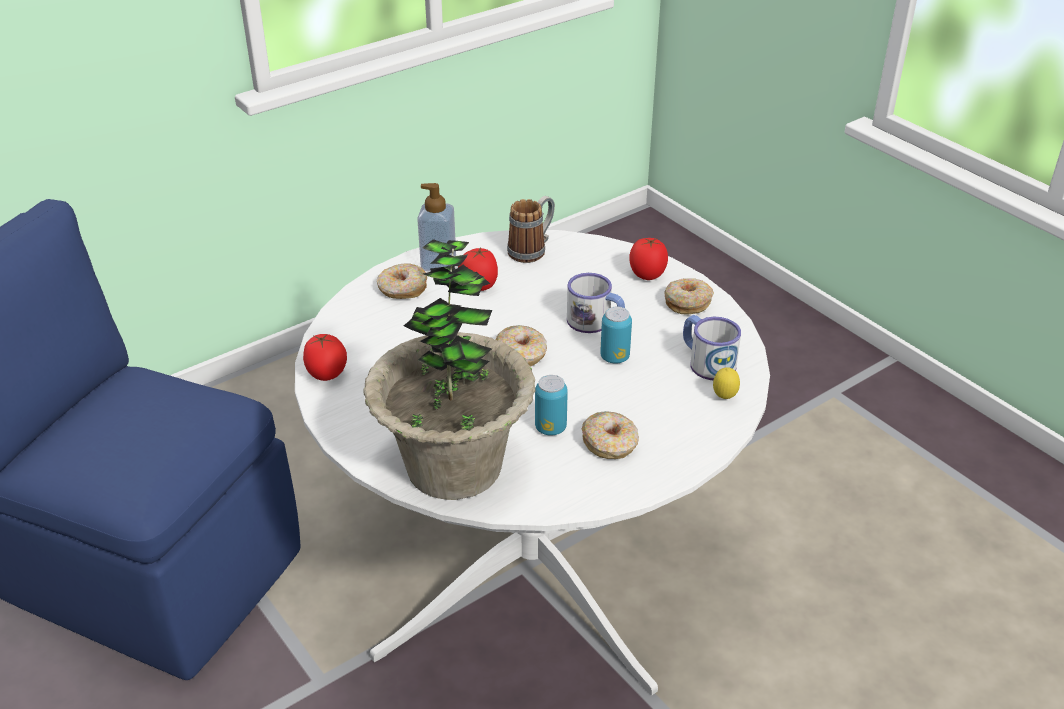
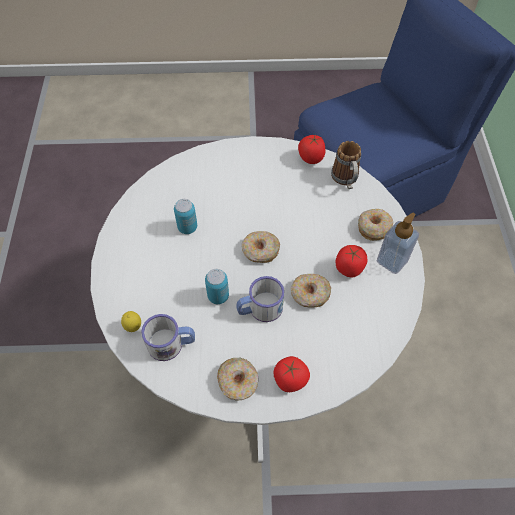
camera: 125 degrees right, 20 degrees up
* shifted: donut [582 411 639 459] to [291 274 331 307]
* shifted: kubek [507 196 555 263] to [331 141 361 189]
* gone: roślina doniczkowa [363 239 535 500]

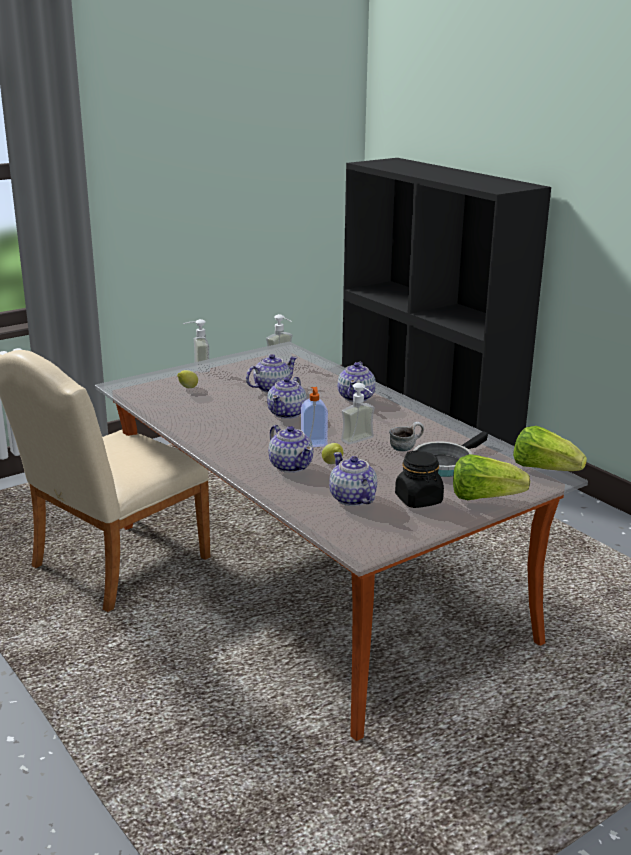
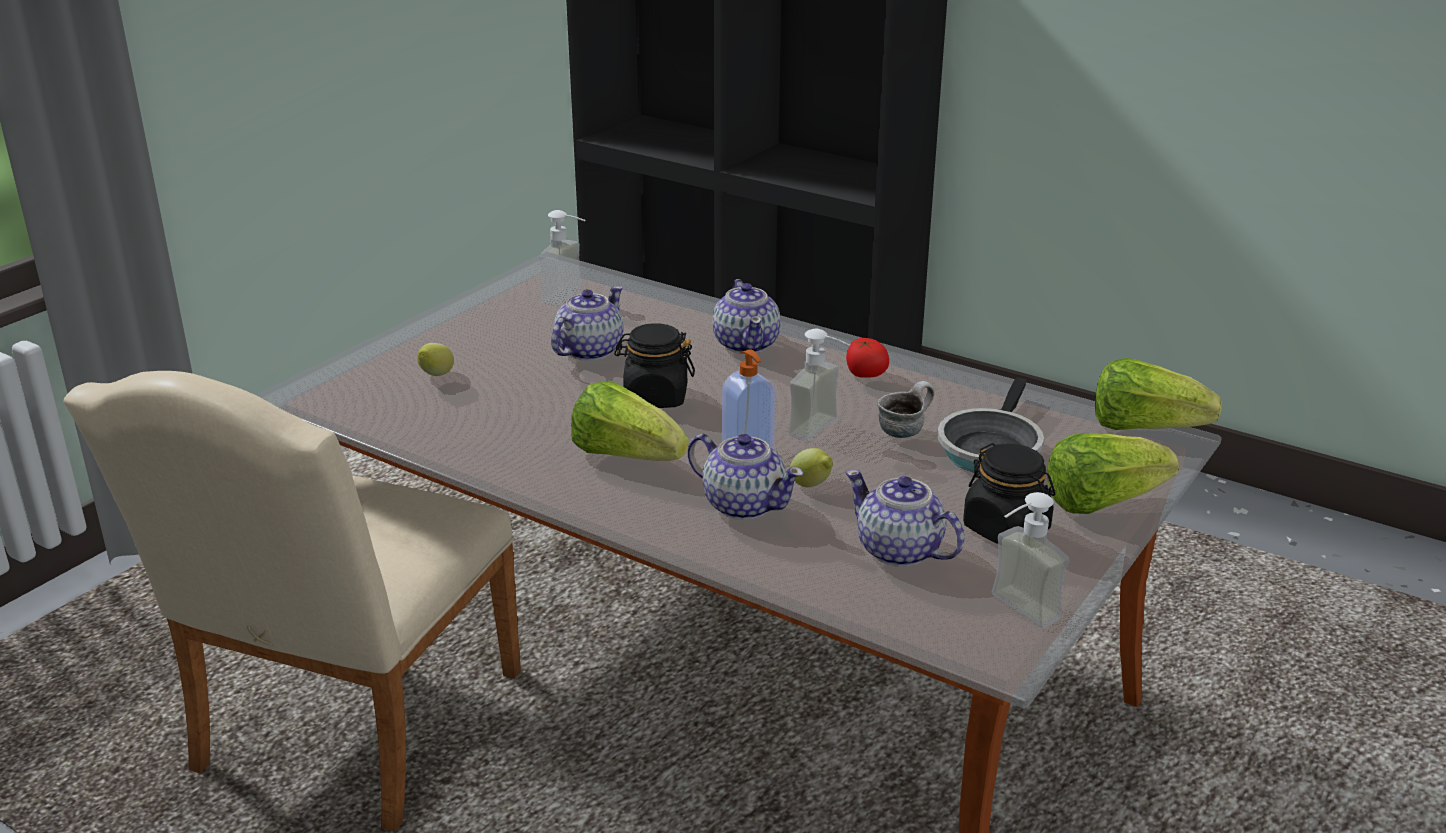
camera: 20 degrees left, 5 degrees up
* new: sałata [571 381 689 461]
* swapped: imbryk [267 377 307 419] to słoik [czarny] [614 323 695 408]
* new: pomidor [846 338 889 378]
* shifted: dozownik mydła [183 319 210 373] to [992 492 1070 628]

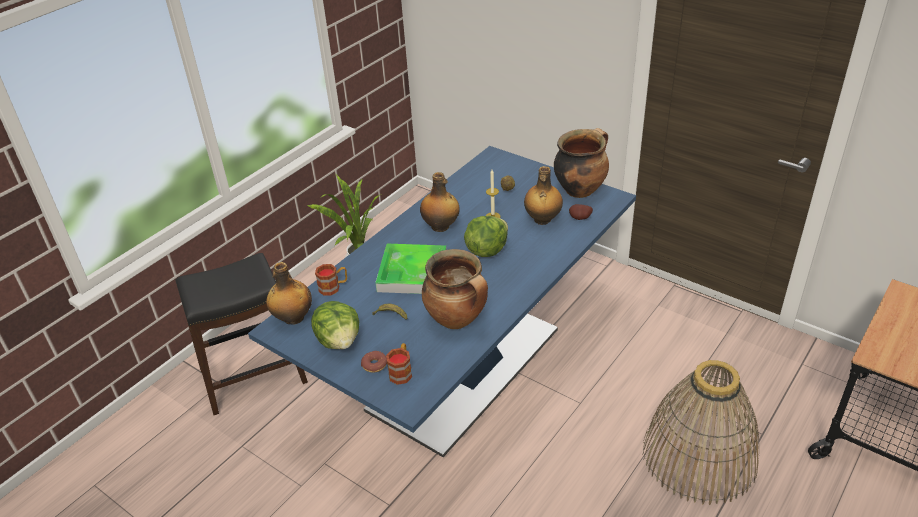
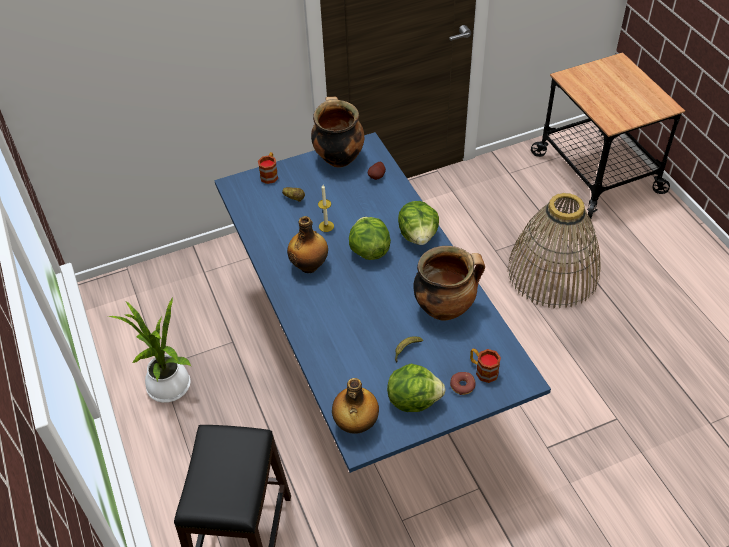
camera: 60 degrees left, 10 degrees up
* shifted: kubek [315 264 347 295] to [258 152 278 184]
* new: sałata [398 201 439 245]
* gone: taca [375 244 447 294]
* gone: butelka [524 166 563 225]

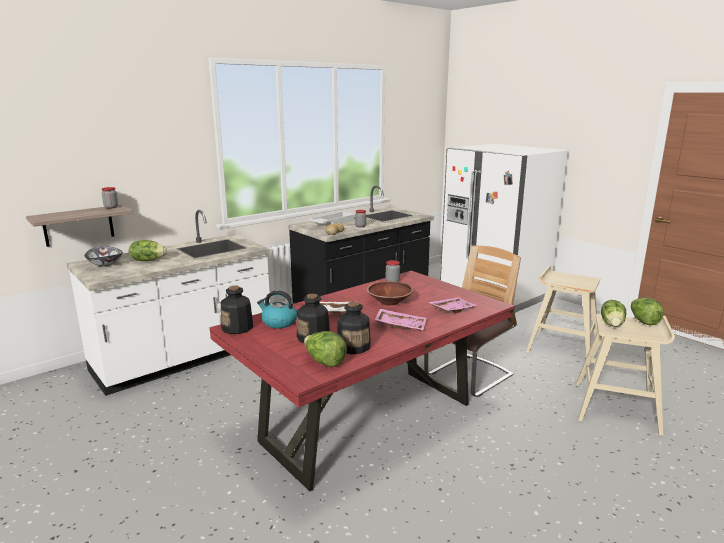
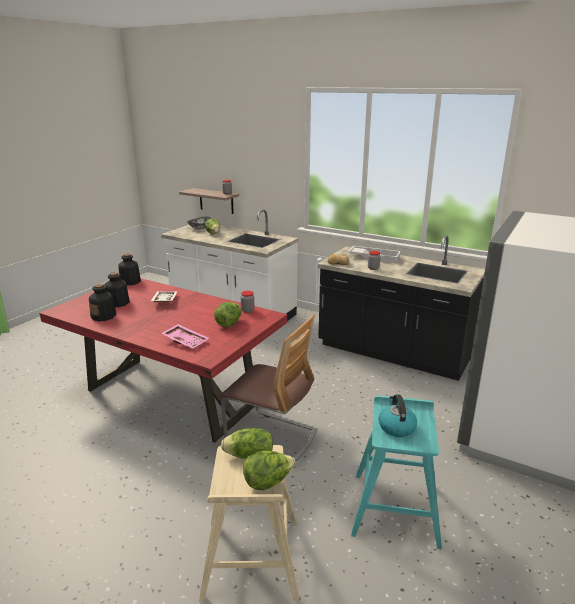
camera: 70 degrees right, 5 degrees up
* shifted: sałata [304 331 347 367] to [214 302 241 327]
* repainted: stołek [beżowy] [526 266 600 367] to stołek [turkusowy] [351 395 442 549]
* shifted: czajnik [257 290 297 328] to [379 394 417 437]
* gone: miska [brązowy] [367 281 413 306]
* gone: taca [różowy] [375 309 427 331]

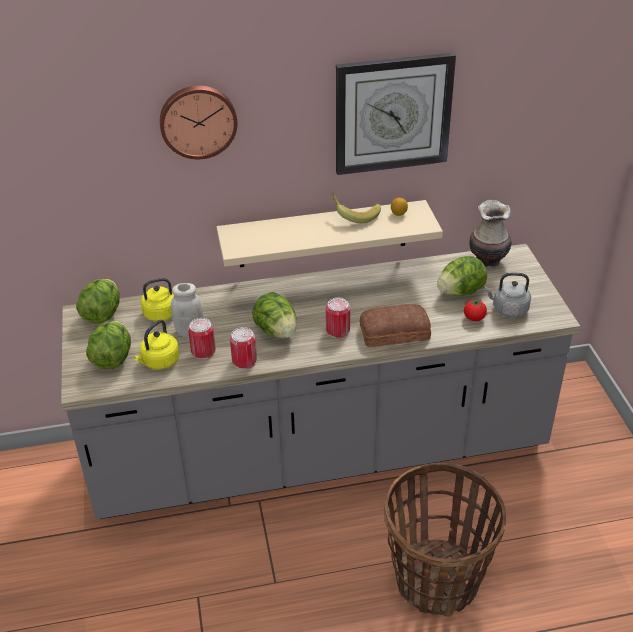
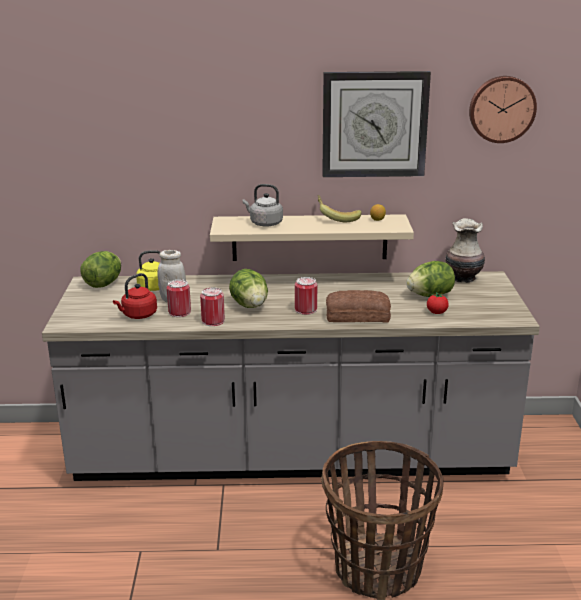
camera: 10 degrees right, 15 degrees down
* repainted: czajnik [żółty] [134 320 179 369] to czajnik [czerwony] [113 273 157 319]
* shifted: czajnik [szary] [484 273 531 317] to [243 184 283 227]
* shifted: zegar ścienny [160 85 237 159] to [469 76 537 143]
* gone: sałata [86 321 131 369]

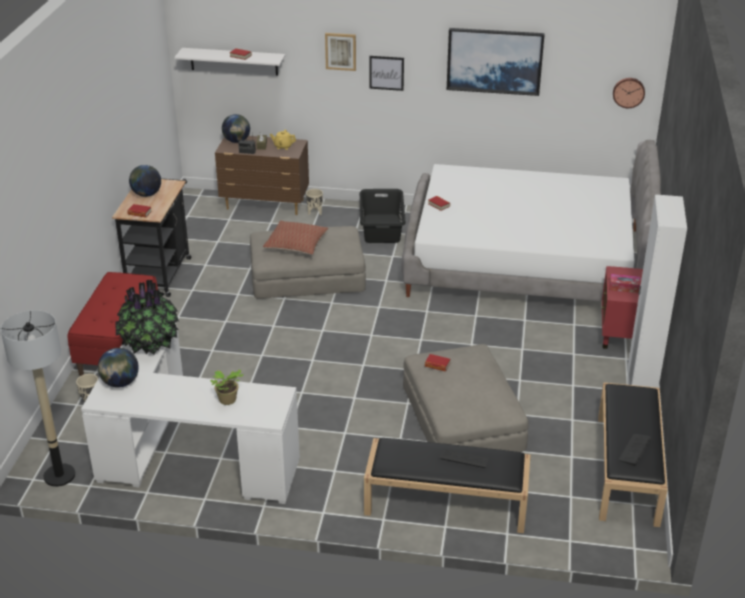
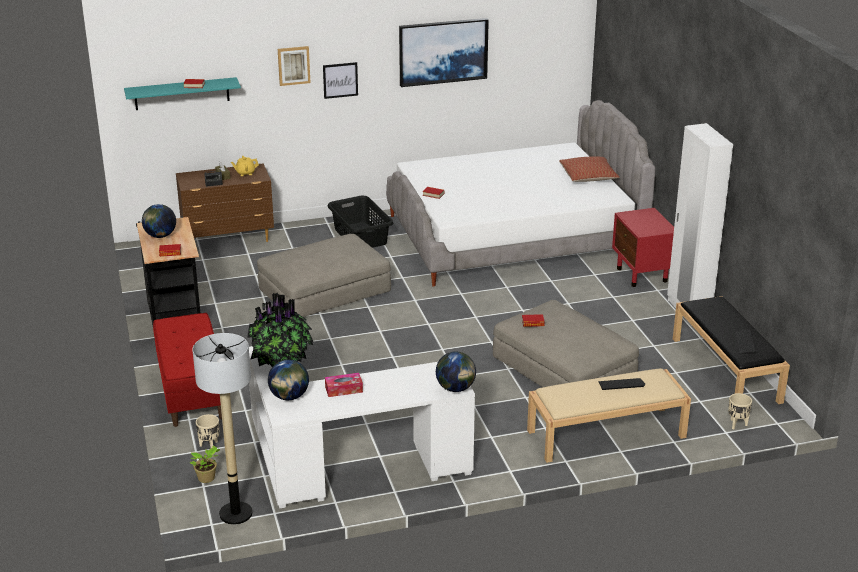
camera: 25 degrees left, 5 degrees down
* repainted: półka [biały] [174 48 285 75] to półka [turkusowy] [124 77 241 110]
* shifted: roślina doniczkowa [210 370 243 405] to [189 445 220 483]
* shifted: pudełko chusteczek [609 274 641 293] to [325 373 363 397]
* shifted: globus [222 114 250 143] to [436 352 476 392]
* repainted: ławka [czarny] [364 438 531 533] to ławka [beżowy] [527 368 691 463]
* shifted: poduszka [263 221 328 255] to [559 156 620 182]
* shifted: donica [beżowy] [306 189 323 215] to [728 393 752 429]
* gone: zegar ścienny [613 78 645 108]

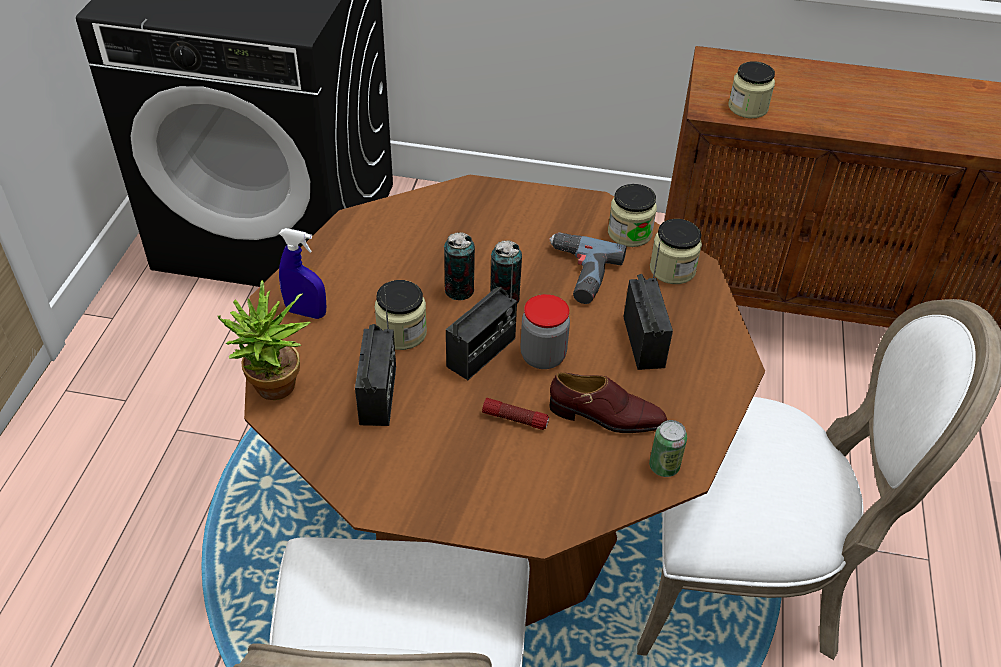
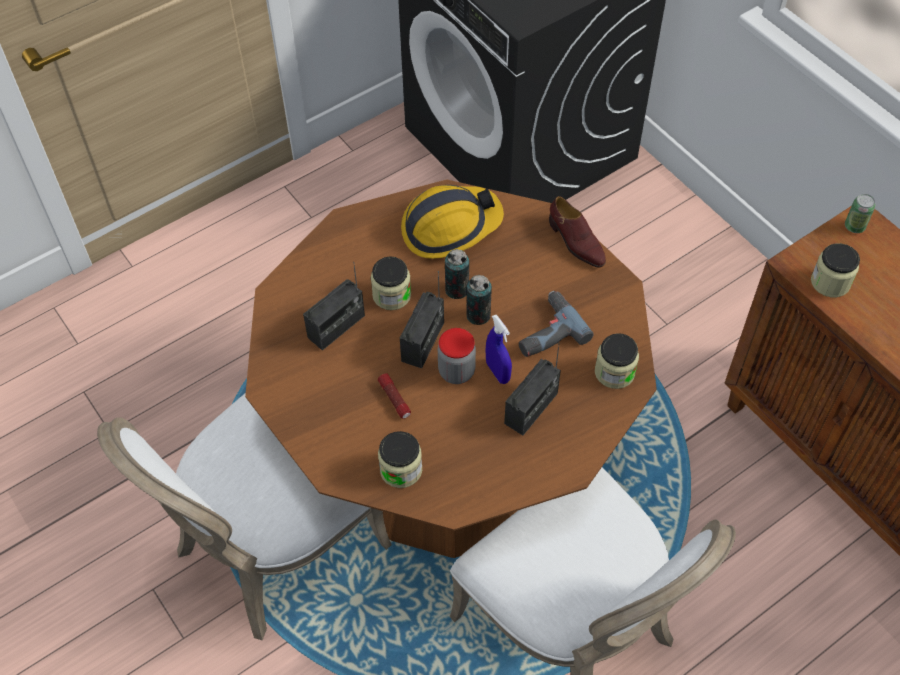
camera: 45 degrees right, 10 degrees up
* shifted: słoik [608 184 657 247] to [378 431 422 488]
* rotated: radio [446 255 517 380] = [400 271 444 368] 60 degrees counterclockwise
* new: kask [401 185 504 259]
* shifted: spryskiwacz [niebieski] [279 228 326 319] to [486 315 512 384]
* shifted: but [brązowy] [550 372 667 433] to [549 196 606 268]
* shifted: puszka [649 420 687 477] to [845 194 875 233]
* gone: roślina doniczkowa [218 280 311 400]

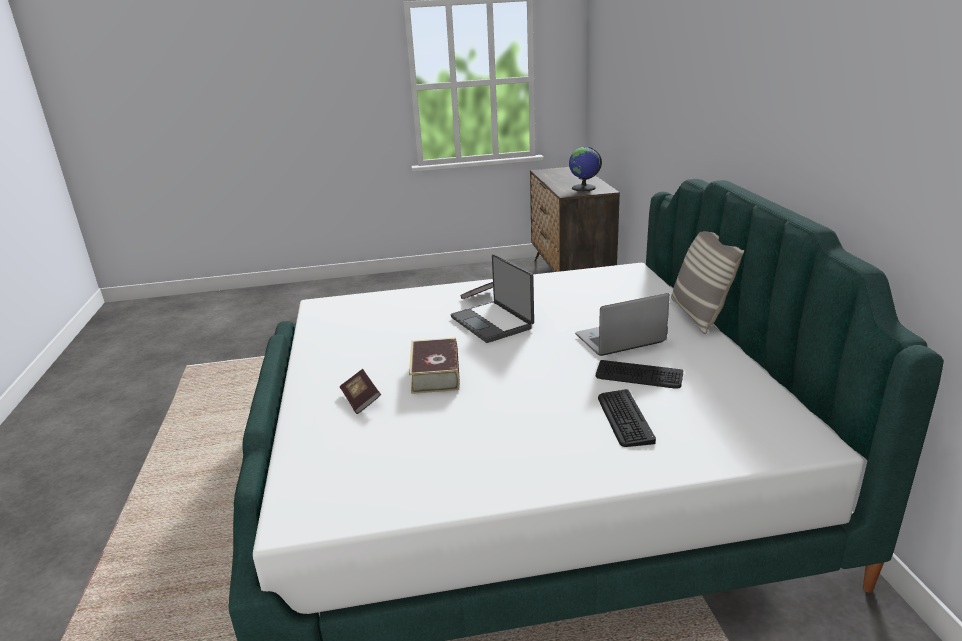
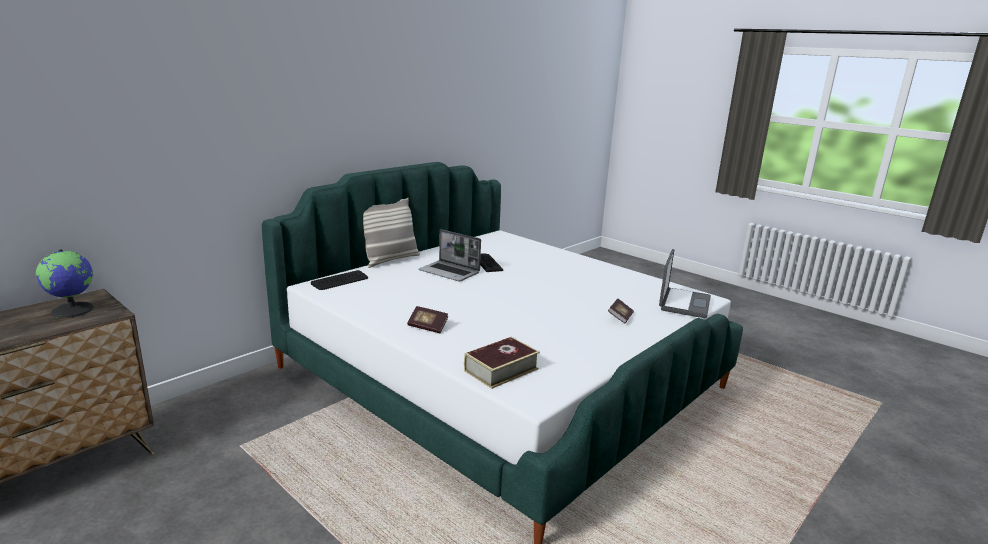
camera: 130 degrees left, 5 degrees down
* shifted: klawiatura [598 389 656 447] to [311 270 368 290]
* shifted: książka [409 338 460 394] to [464 337 540 389]
* shifted: laptop [450 254 534 343] to [659 249 711 318]

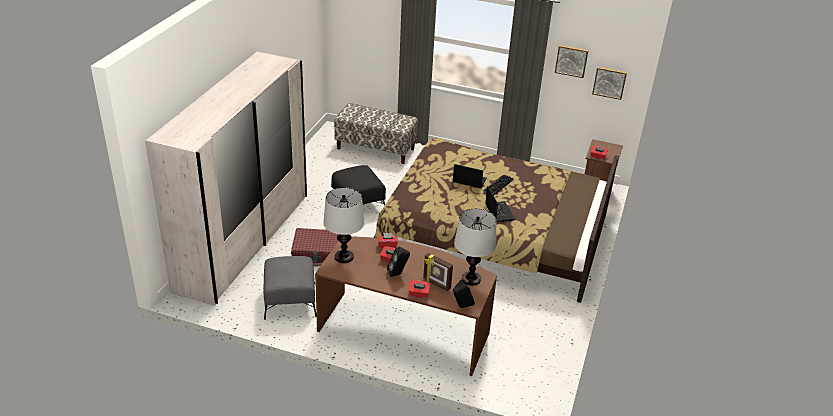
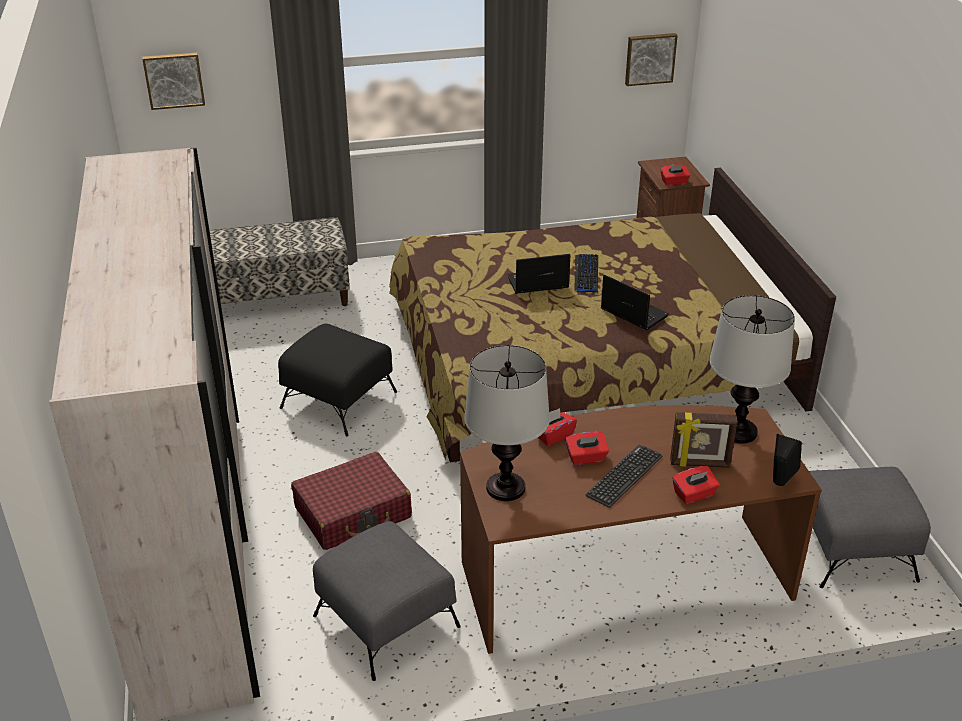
camera: 30 degrees left, 0 degrees up
* shifted: obraz [555 45 589 78] to [142 53 205 110]
* swapped: głośnik [czarny] [387 247 410 277] to klawiatura [585 444 663 508]
* new: pufa [szary] [809 467 931 588]

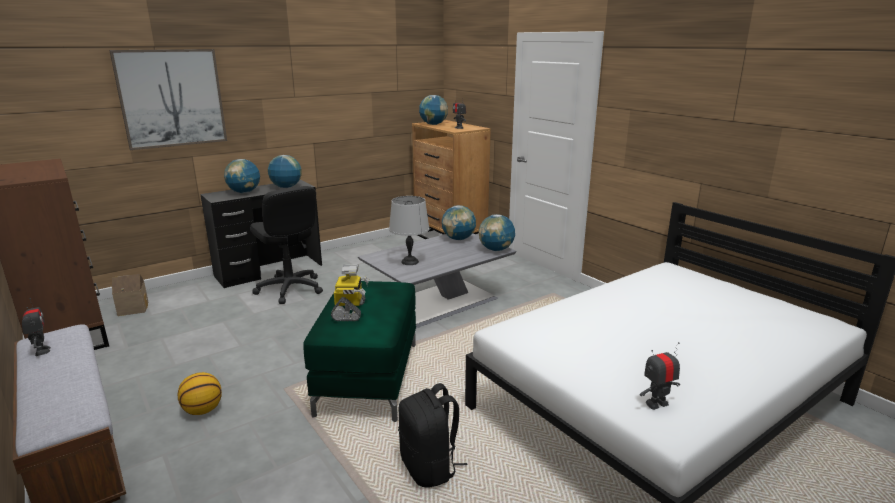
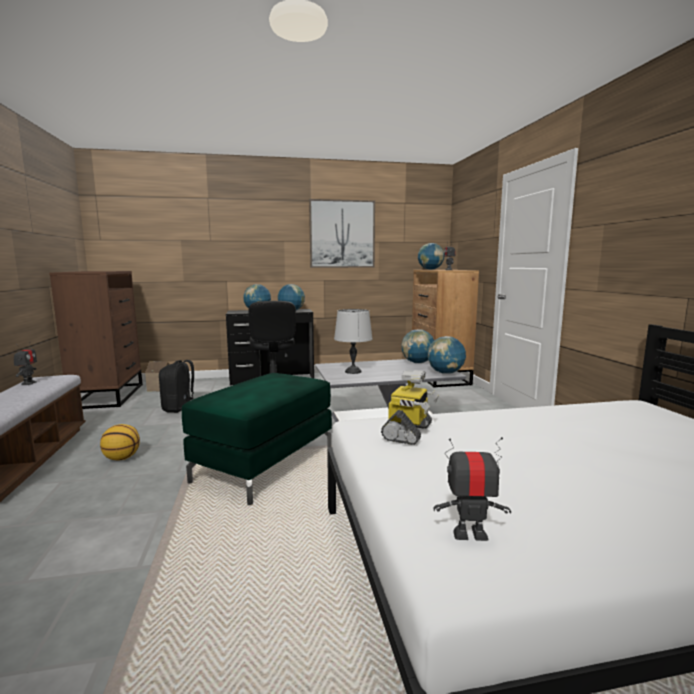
camera: 25 degrees right, 10 degrees down
* shifted: plecak [czarny] [398 383 468 487] to [159 360 194 413]
* shifted: obraz [109 49 227 150] to [309 199 375 268]
* shifted: robot zabawkowy [331 264 369 321] to [381 370 439 445]

